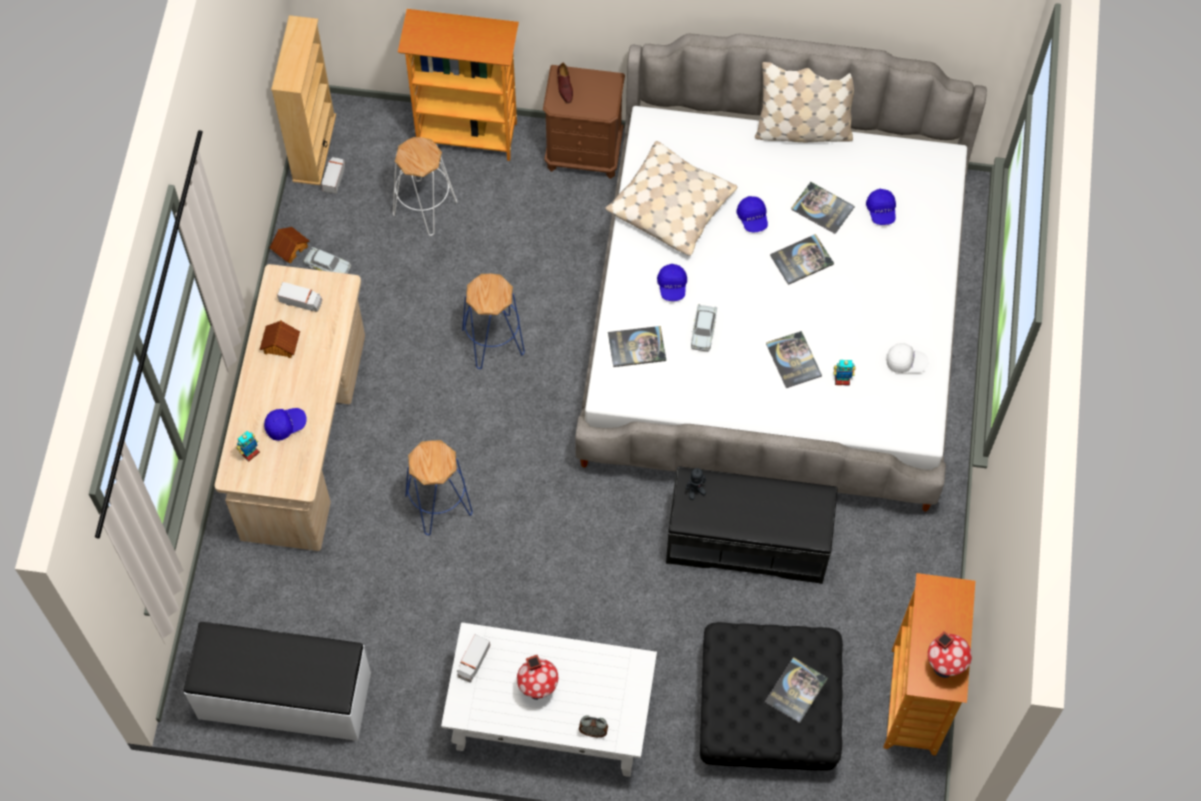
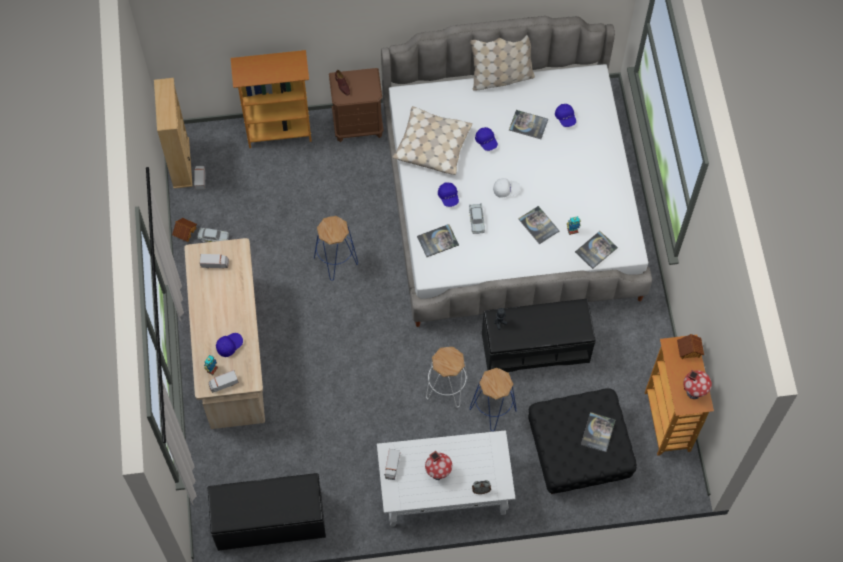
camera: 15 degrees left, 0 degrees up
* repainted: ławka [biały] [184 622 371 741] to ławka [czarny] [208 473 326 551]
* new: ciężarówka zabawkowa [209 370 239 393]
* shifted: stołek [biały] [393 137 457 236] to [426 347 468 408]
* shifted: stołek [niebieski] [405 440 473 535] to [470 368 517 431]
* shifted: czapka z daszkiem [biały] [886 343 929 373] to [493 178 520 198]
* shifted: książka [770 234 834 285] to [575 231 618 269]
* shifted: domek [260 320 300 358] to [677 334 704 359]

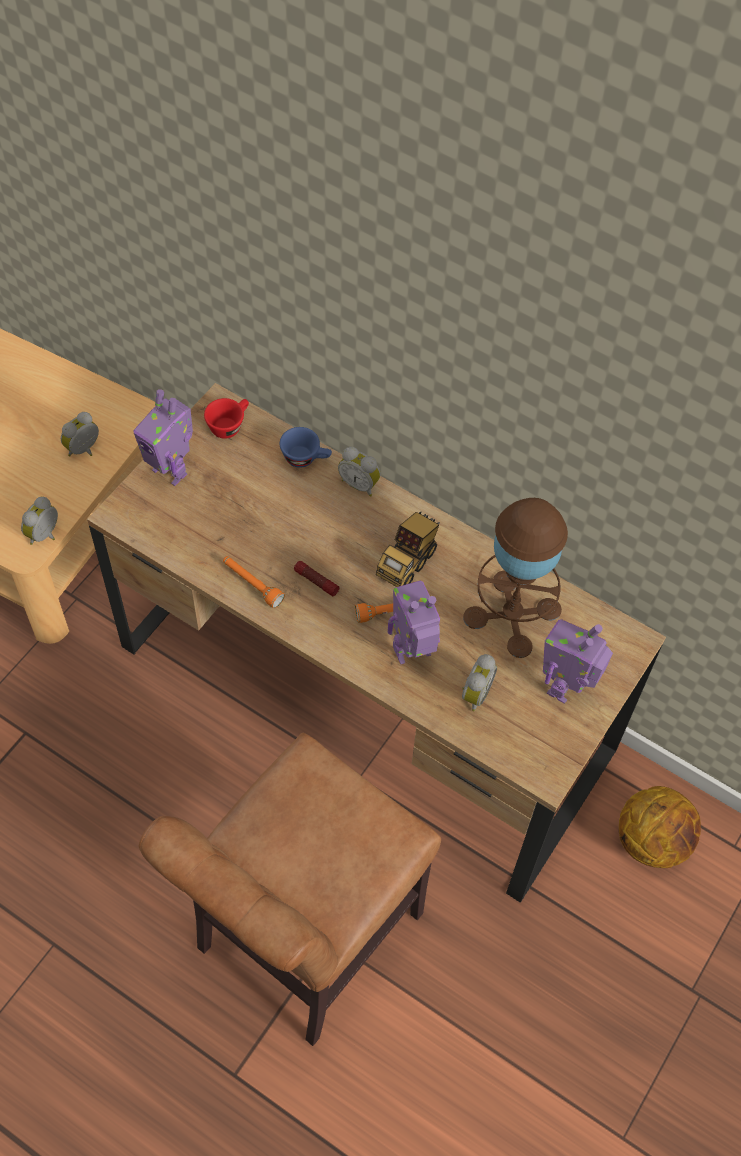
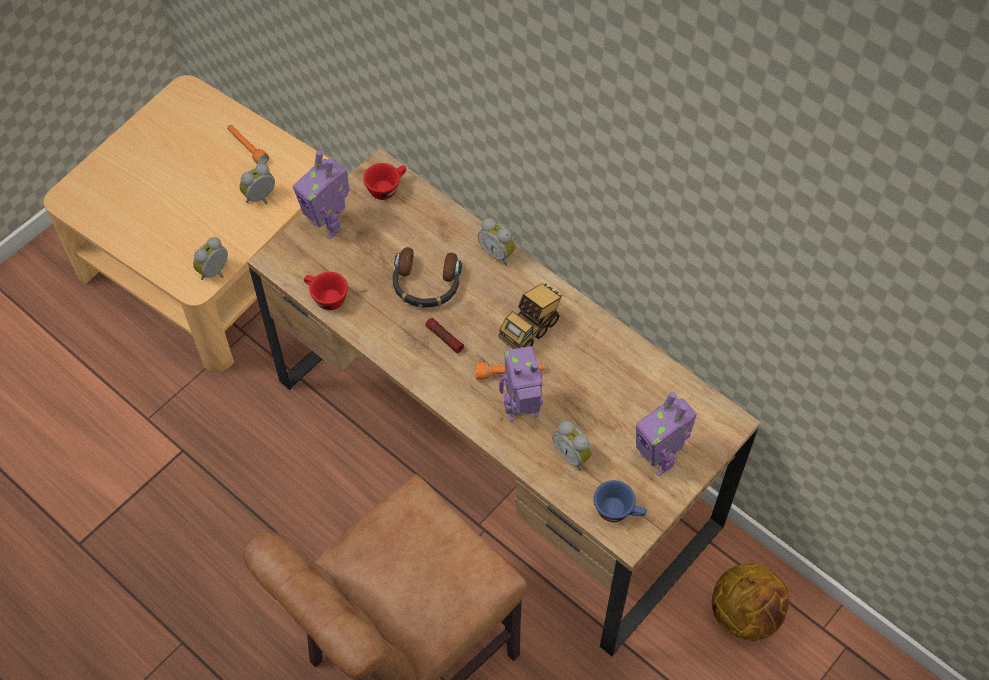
camera: 10 degrees right, 0 degrees up
* shifted: latarka [pomarańczowy] [223 556 285 608] to [227 125 269 165]
* new: filiżanka [czerwony] [304 272 348 310]
* new: słuchawki [393 247 462 308]
* rotated: budzik [462 654 497 712] = [552 421 592 471] 105 degrees clockwise
* shifted: filiżanka [niebieski] [280 427 332 468] to [594 480 647 522]
* rotated: robot zabawkowy [543 619 613 704] = [636 392 697 476] 75 degrees counterclockwise
* gone: lampa stołowa [brązowy] [463 498 568 658]

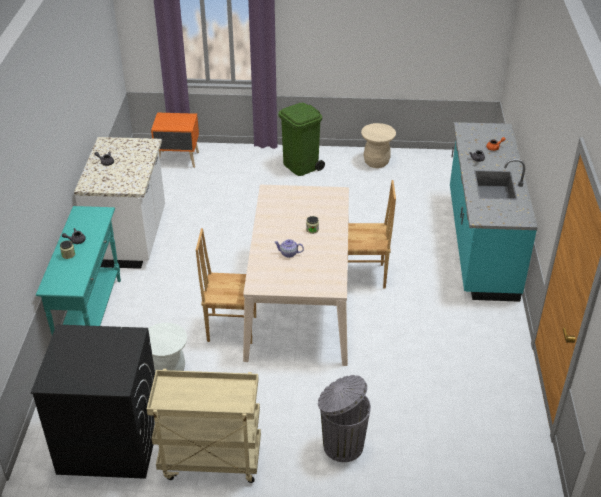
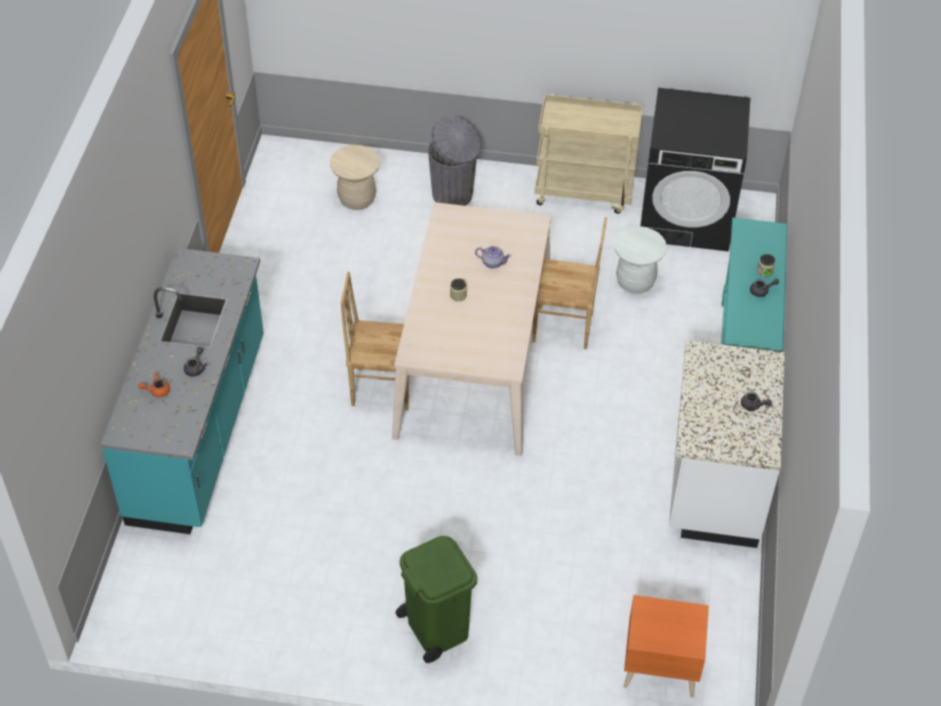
camera: 175 degrees left, 10 degrees up
* shifted: stołek [beżowy] [361 123 396 168] to [330 145 380 210]

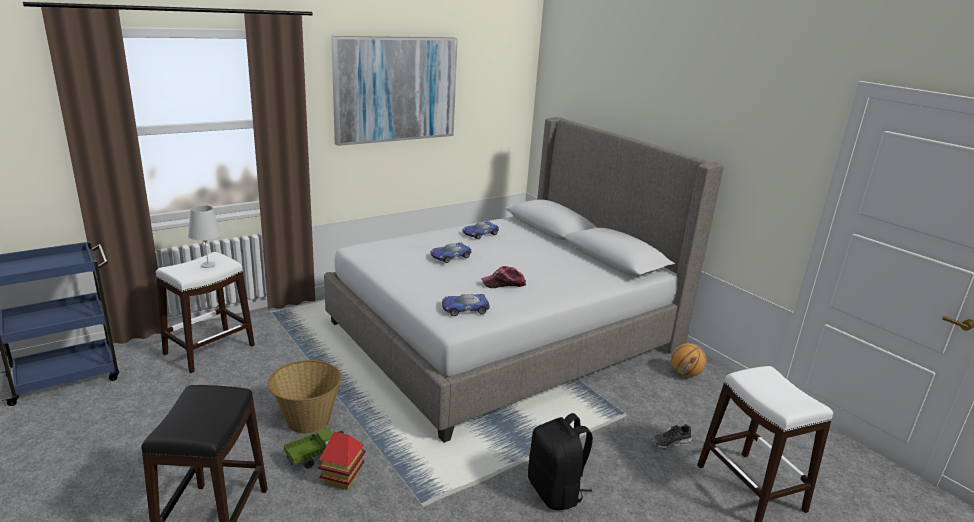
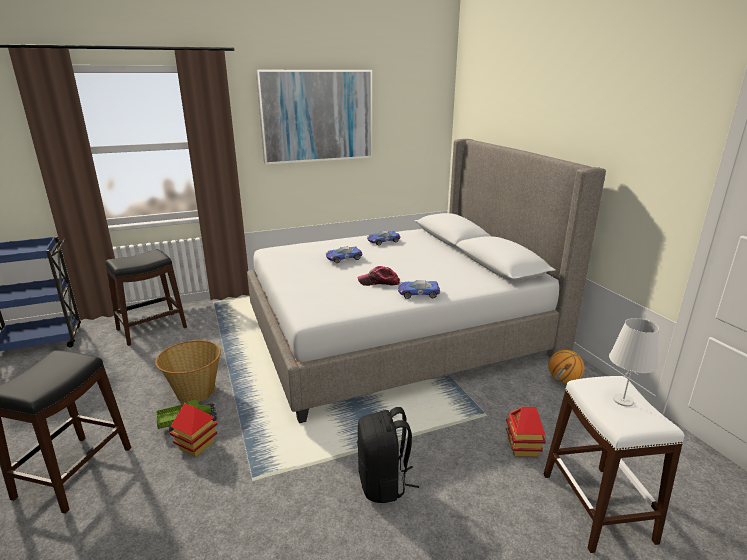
camera: 15 degrees right, 0 degrees up
* repainted: stołek [biały] [156 252 255 373] to stołek [czarny] [105 249 187 346]
* shifted: samochodzik [442 294 490 316] to [398 280 440 299]
* swapped: but [652 424 692 450] to domek [506 407 546 457]
* shifted: lampa stołowa [biały] [188 205 221 268] to [609 318 659 407]

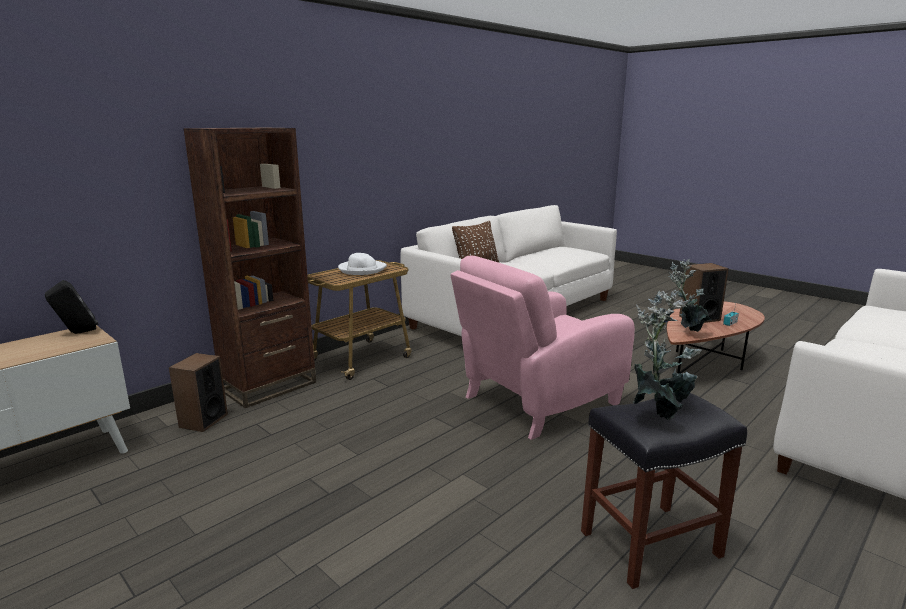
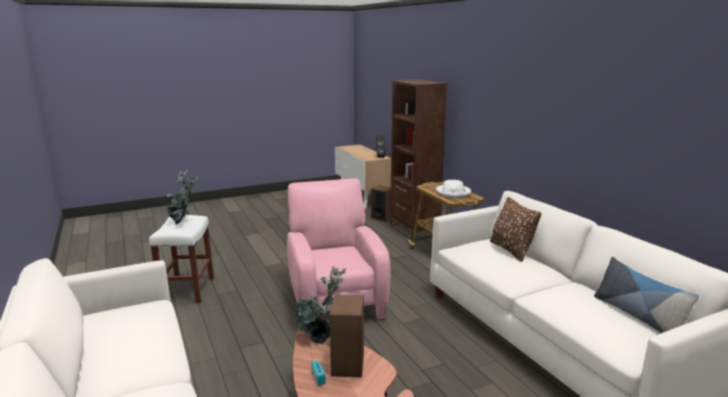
camera: 110 degrees right, 0 degrees up
* repainted: stołek [czarny] [581 393 747 589] to stołek [biały] [149 215 214 303]
* new: poduszka [594 257 699 333]

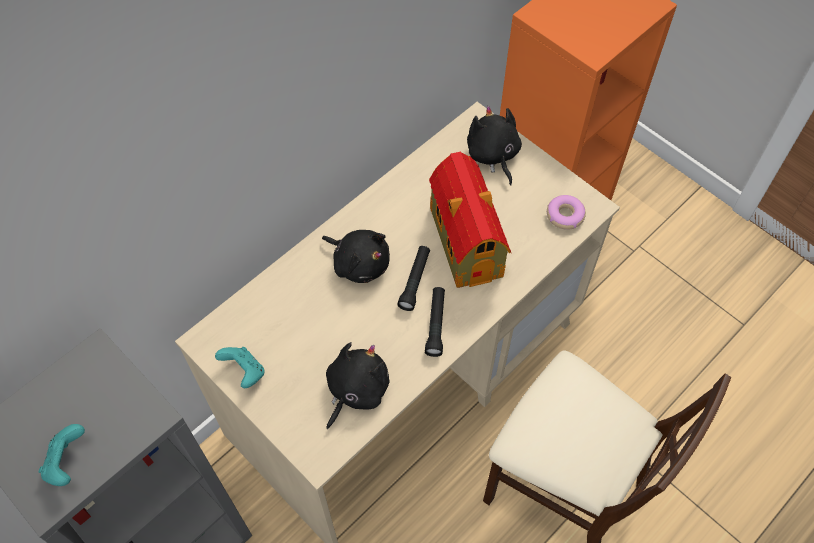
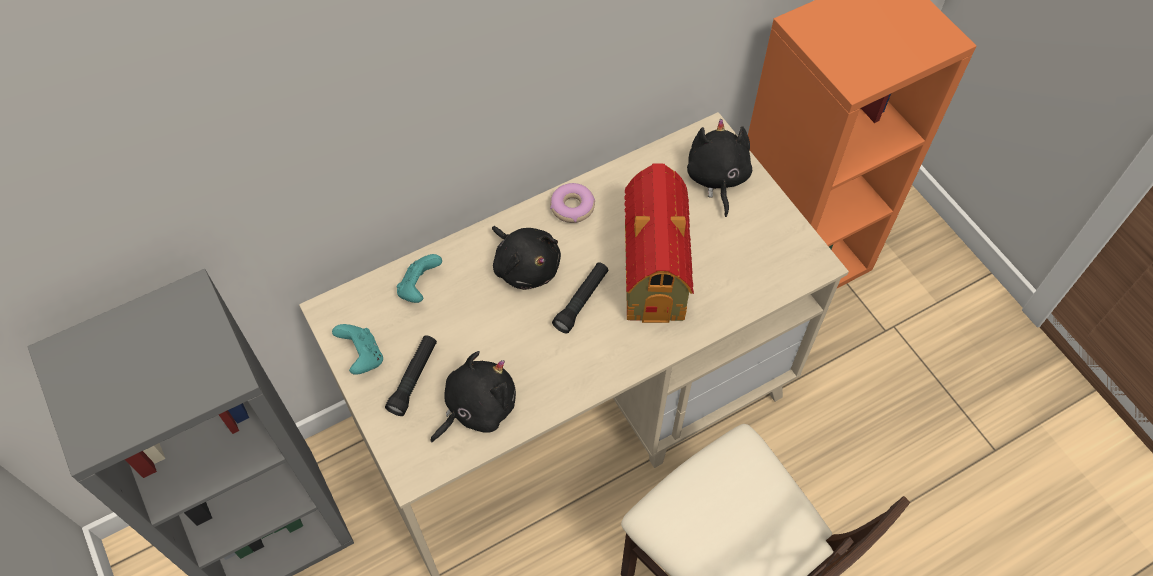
camera: 15 degrees right, 0 degrees up
* shifted: latarka [czarny] [425 287 445 357] to [385 335 437 416]
* shifted: pad do gier [turkusowy] [39 424 85 486] to [396 254 442 303]
* shifted: donut [547 195 586 230] to [550 183 595 223]

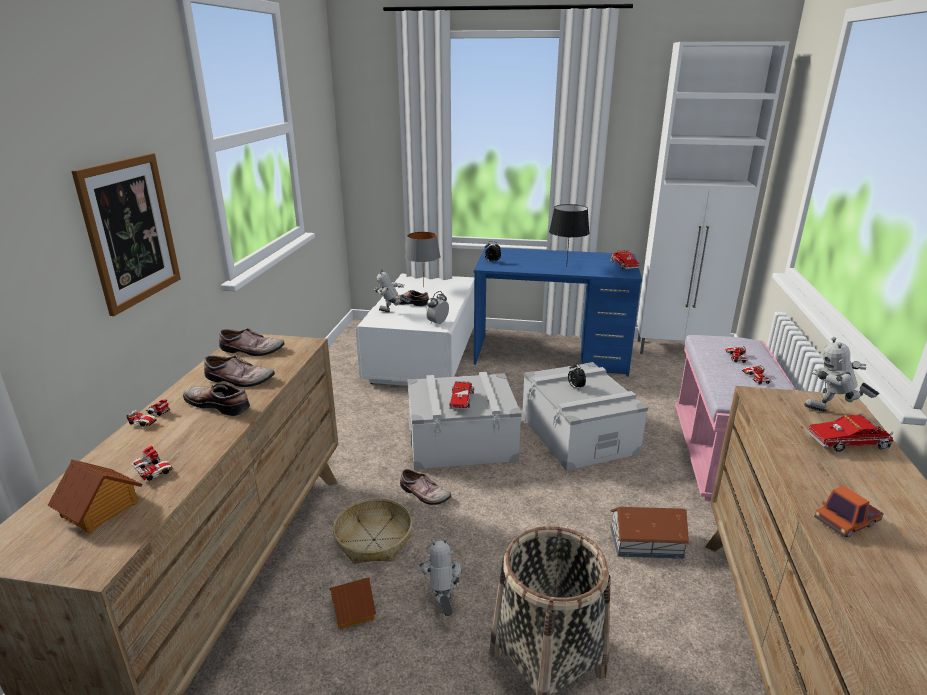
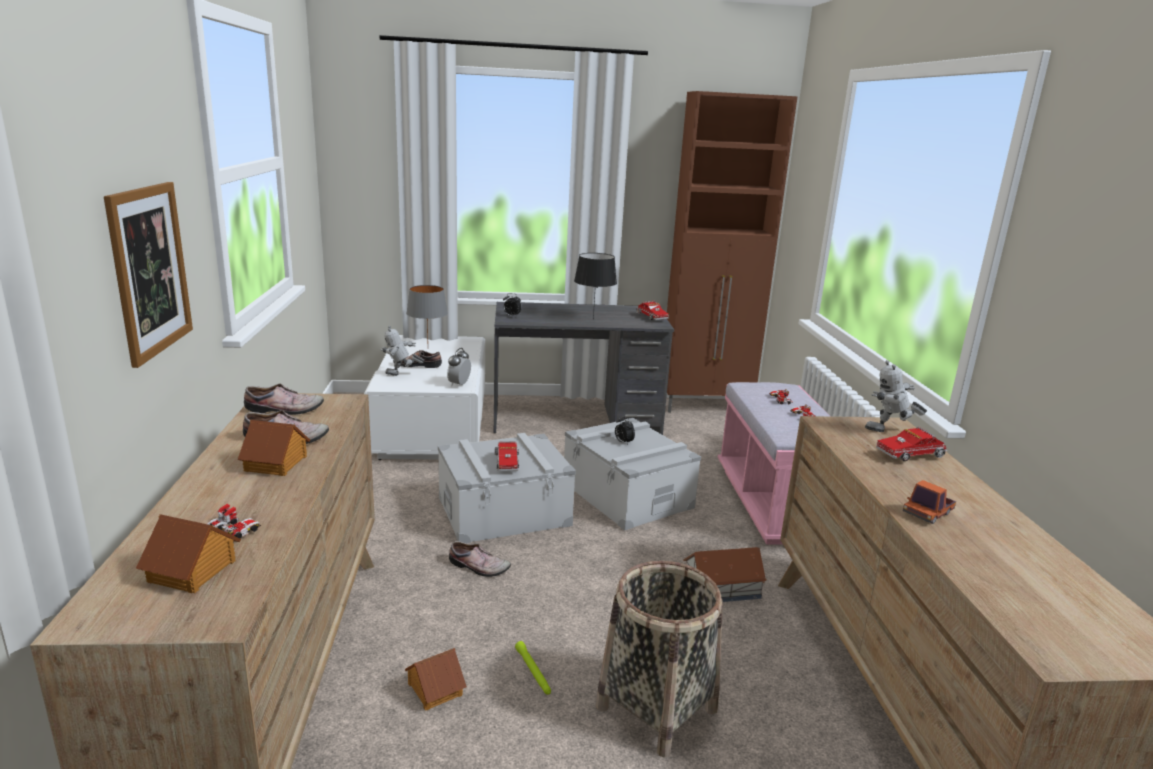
camera: 15 degrees left, 5 degrees down
* swapped: but [183 383 250 416] to domek [238 420 310 476]
* repainted: biurko [niebieski] [474 247 642 376] to biurko [szary] [494 302 674 435]
* swapped: robot zabawkowy [418 537 462 616] to latarka [zielony] [515 641 551 695]
* repainted: szafka [biały] [637 41 790 354] to szafka [brązowy] [667 91 798 413]
* gone: samochodzik [127 399 170 427]
* gone: koszyk [333 498 412 564]

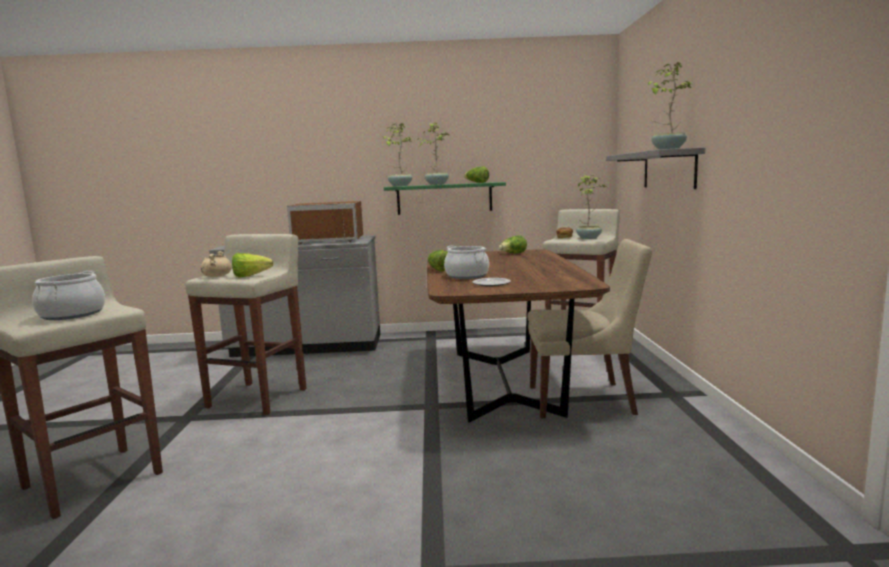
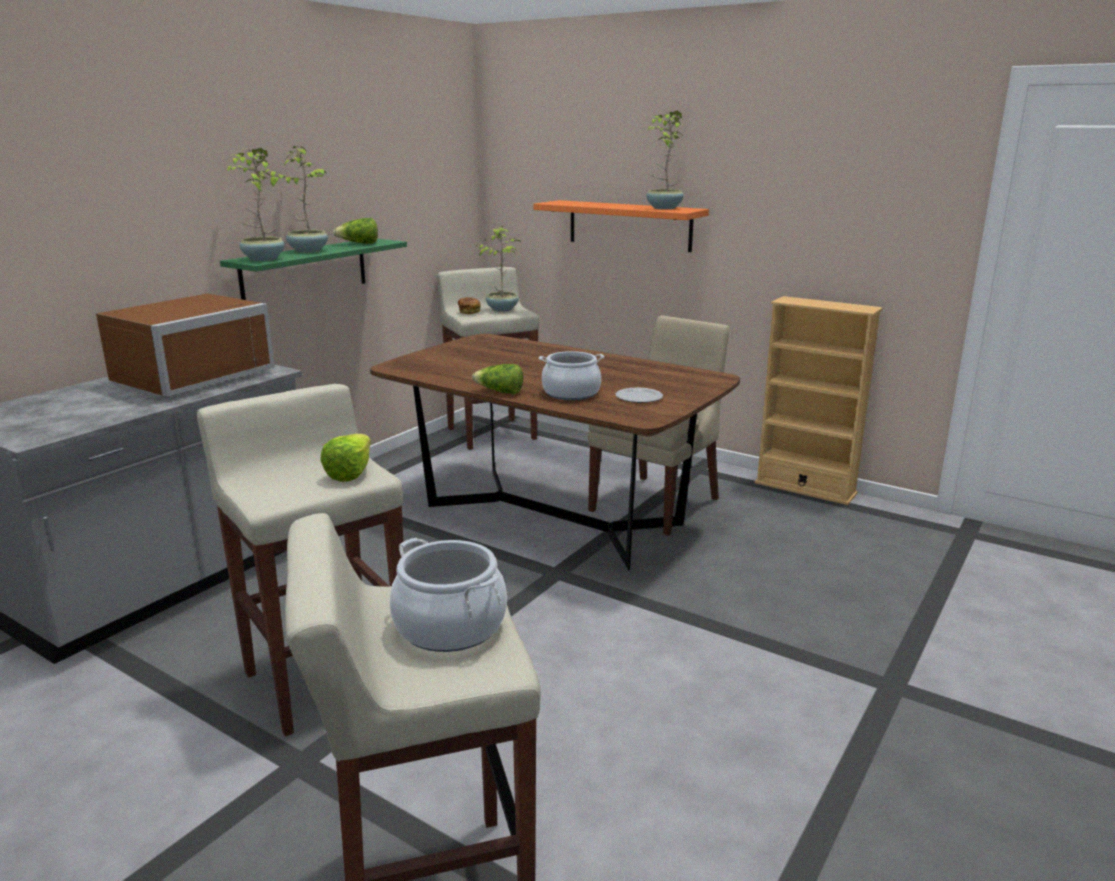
camera: 55 degrees left, 10 degrees up
* repainted: półka [szary] [606 147 705 189] to półka [pomarańczowy] [533 200 709 252]
* new: regał [beżowy] [755 296 883 505]
* gone: garnek [beżowy] [201 251 232 277]
* gone: sałata [499 235 527 254]

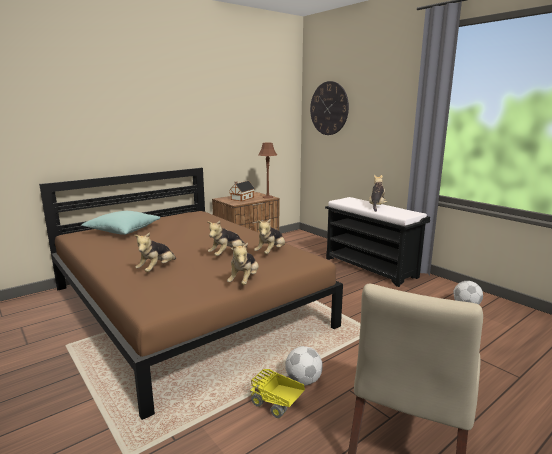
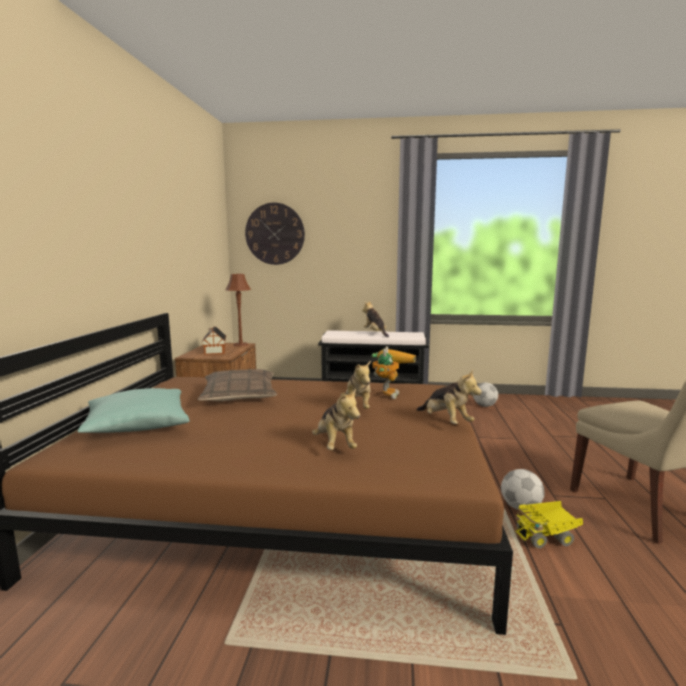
camera: 45 degrees left, 5 degrees down
* new: poduszka [197 369 277 401]
* swapped: pluszak [254 219 285 254] to robot zabawkowy [372 346 416 399]

